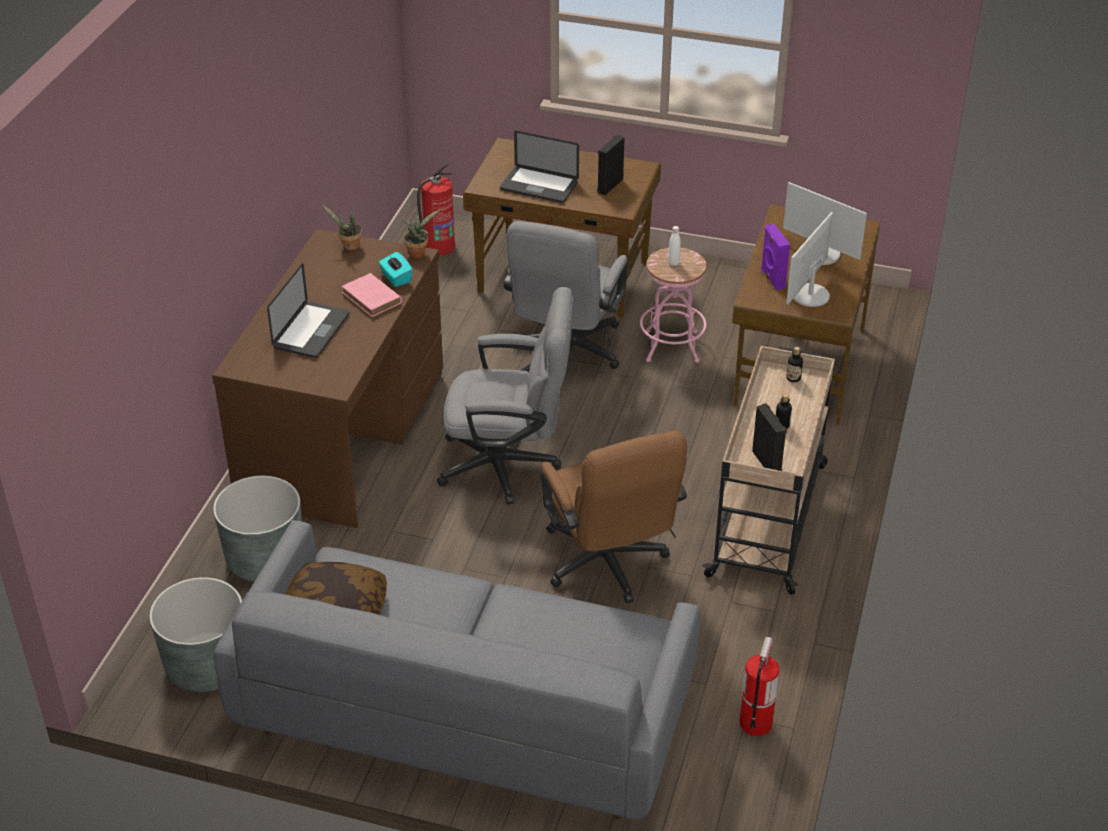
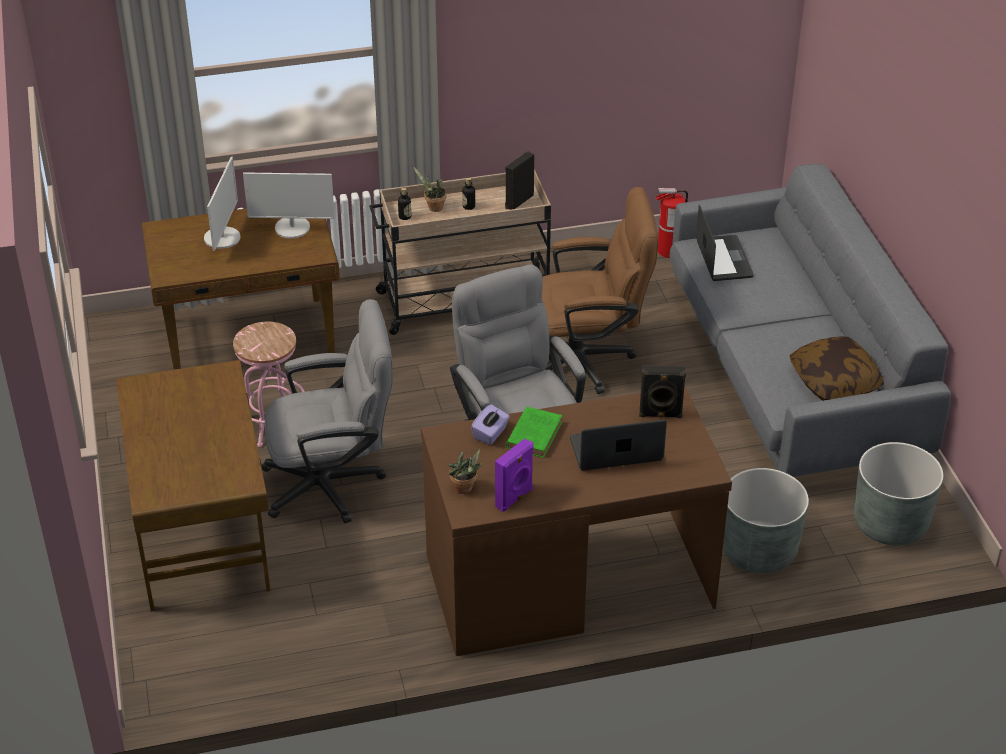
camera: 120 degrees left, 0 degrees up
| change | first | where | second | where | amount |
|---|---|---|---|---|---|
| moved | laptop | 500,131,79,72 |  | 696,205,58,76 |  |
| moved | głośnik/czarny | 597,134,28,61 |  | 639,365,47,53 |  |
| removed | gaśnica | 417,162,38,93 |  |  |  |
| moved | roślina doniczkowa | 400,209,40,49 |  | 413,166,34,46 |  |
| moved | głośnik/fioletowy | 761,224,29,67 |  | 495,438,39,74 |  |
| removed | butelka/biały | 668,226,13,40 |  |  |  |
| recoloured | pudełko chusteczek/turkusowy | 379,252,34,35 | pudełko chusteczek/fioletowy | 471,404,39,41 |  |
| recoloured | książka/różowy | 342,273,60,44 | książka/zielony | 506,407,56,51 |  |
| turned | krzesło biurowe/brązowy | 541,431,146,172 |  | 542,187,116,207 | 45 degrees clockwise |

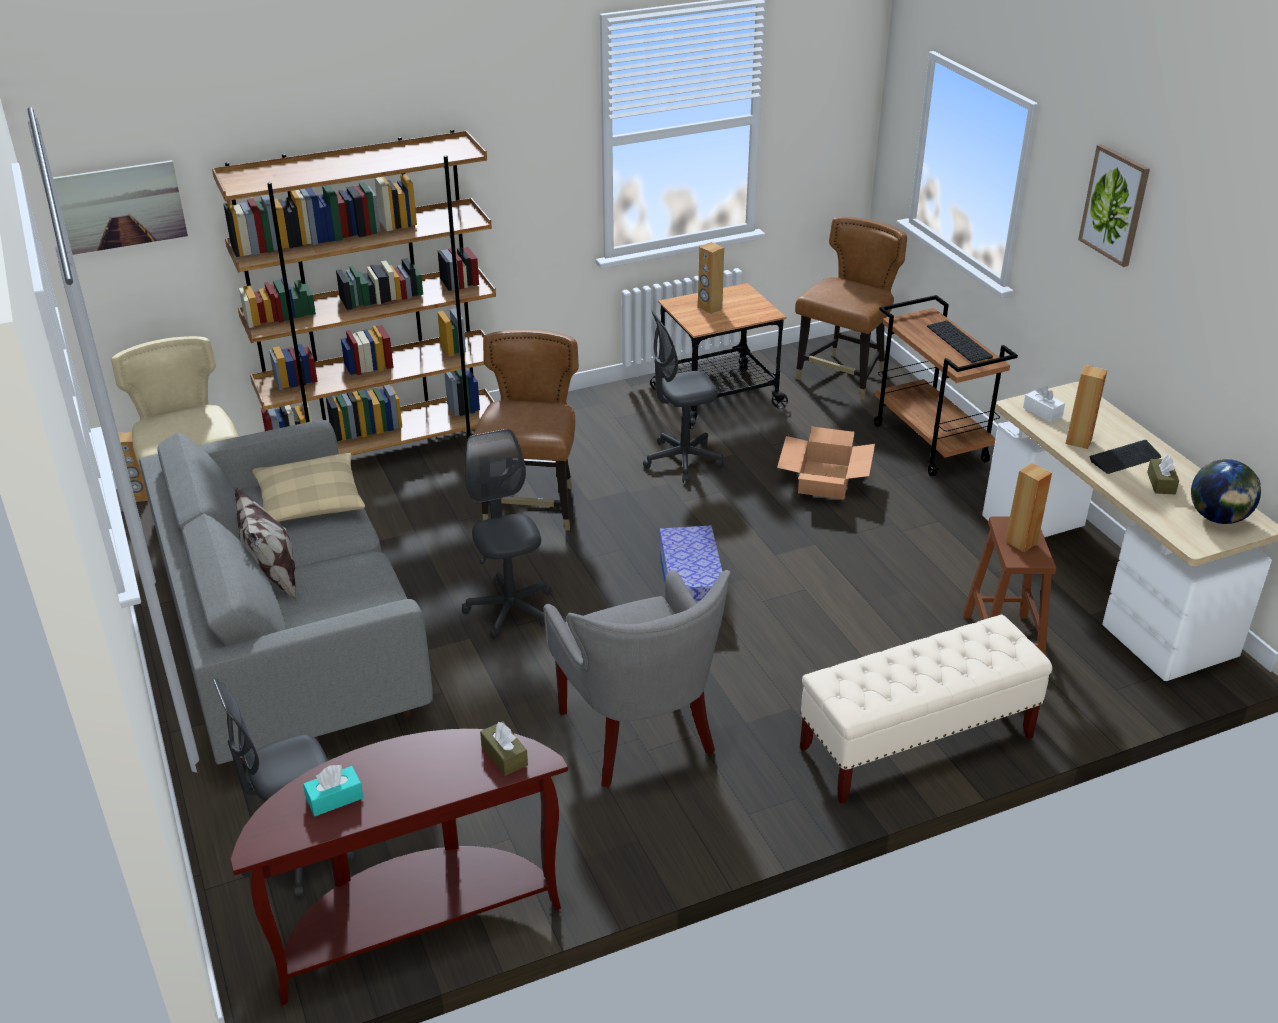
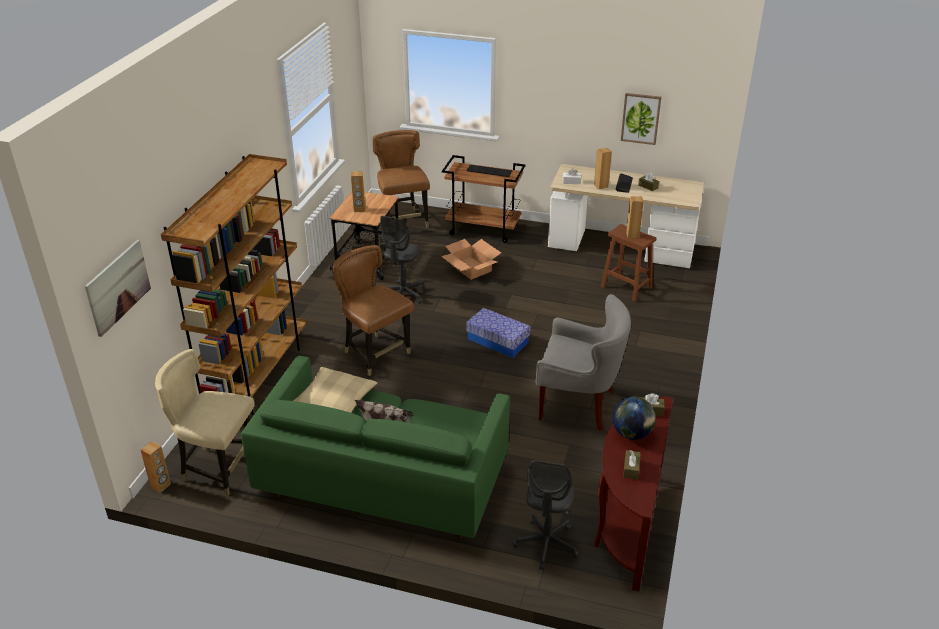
camera: 50 degrees left, 0 degrees up
| change | first | where | second | where | amount |
|---|---|---|---|---|---|
| moved | obraz | 1078,144,72,123 |  | 621,93,40,52 |  |
| recoloured | kanapa/szary | 139,420,294,344 | kanapa/zielony | 241,356,269,183 |  |
| removed | krzesło biurowe/szary | 462,429,90,210 |  |  |  |
| moved | globus | 1191,459,70,65 |  | 612,397,44,43 |  |
| removed | ławka/beżowy | 800,615,252,189 |  |  |  |
| recoloured | pudełko chusteczek/turkusowy | 303,765,60,51 | pudełko chusteczek/brązowy | 623,450,18,30 |  |

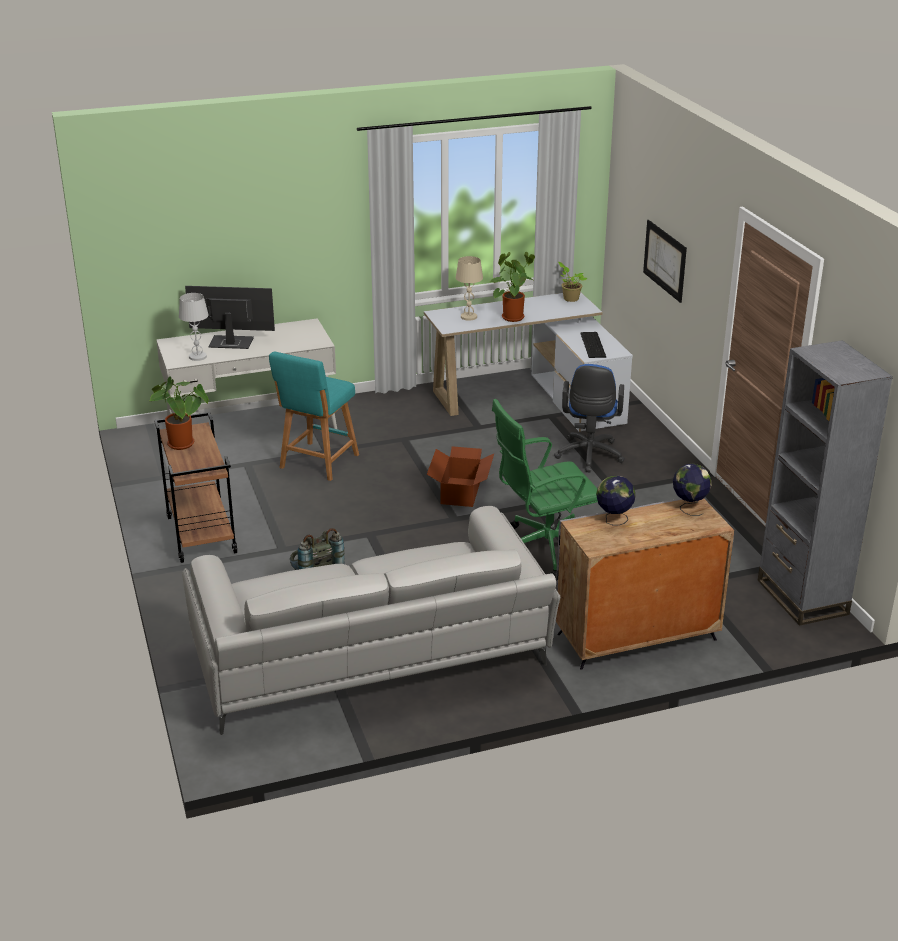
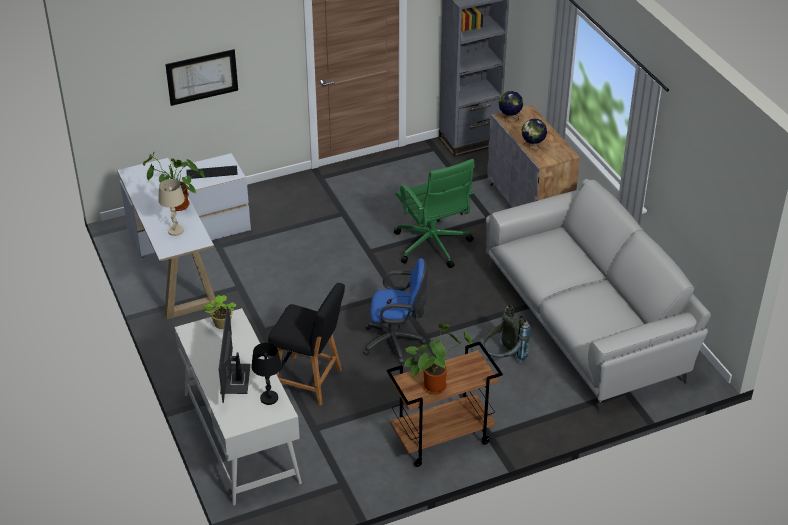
camera: 95 degrees left, 10 degrees up
| change | first | where | second | where | amount |
|---|---|---|---|---|---|
| moved | roślina doniczkowa | 558,262,30,40 |  | 202,295,34,34 |  |
| recoloured | lampa stołowa/biały | 179,293,30,68 | lampa stołowa/czarny | 251,343,31,62 |  |
| recoloured | stołek/turkusowy | 269,351,90,130 | stołek/czarny | 268,283,77,123 |  |
| moved | krzesło biurowe/niebieski | 554,364,71,108 |  | 363,258,65,106 |  |
| removed | karton | 427,446,67,61 |  |  |  |

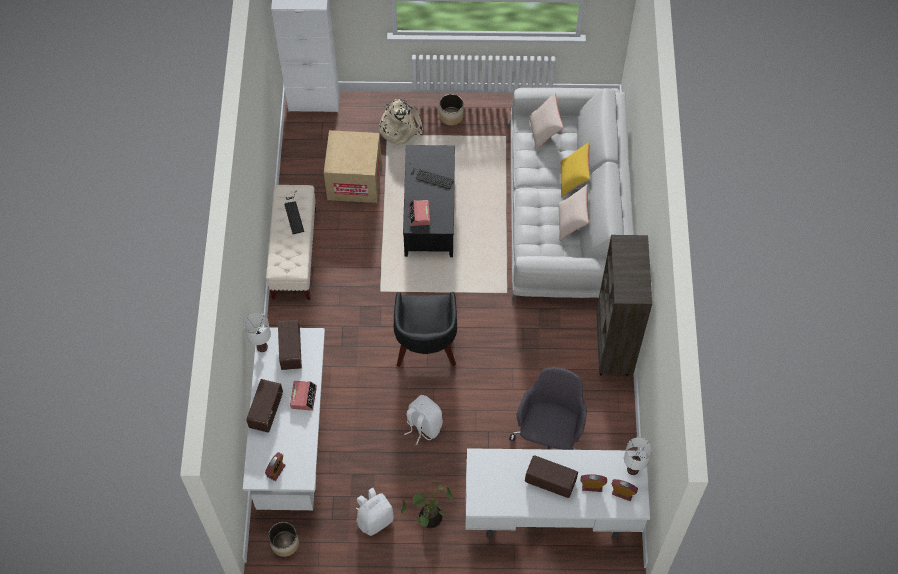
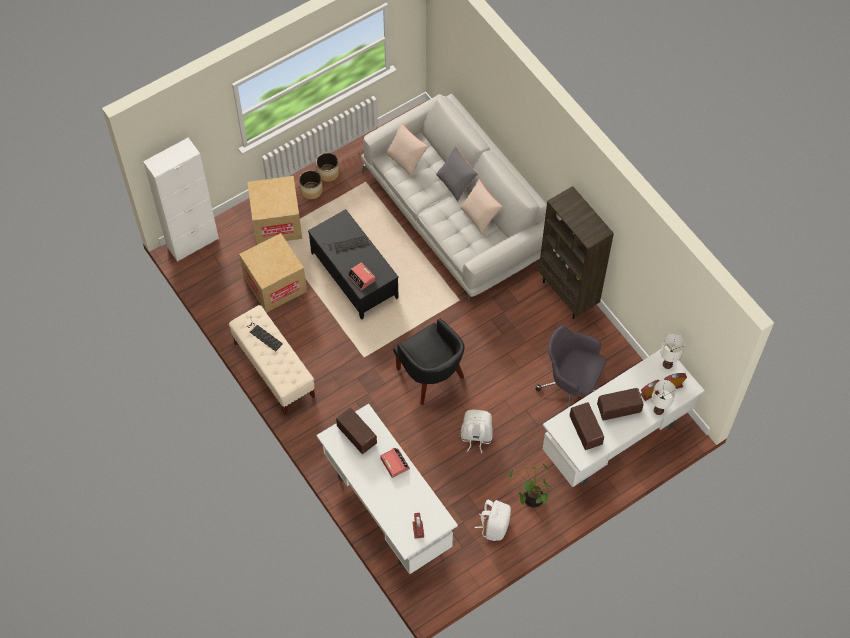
camera: 35 degrees left, 0 degrees up
| change | first | where | second | where | amount |
|---|---|---|---|---|---|
| replaced | plecak/beżowy | 376,99,47,46 | karton | 247,176,55,69 |  |
| recoloured | poduszka/żółty | 561,142,29,56 | poduszka/szary | 436,146,42,55 |  |
| moved | lampa stołowa/biały | 244,313,27,39 |  | 651,380,25,35 |  |
| turned | krzesło biurowe/szary | 509,367,78,83 |  | 535,325,71,83 | 45 degrees counterclockwise |
| moved | radio | 246,379,37,54 |  | 570,402,34,48 |  |
| moved | donica | 268,522,31,35 |  | 316,153,23,29 |  |

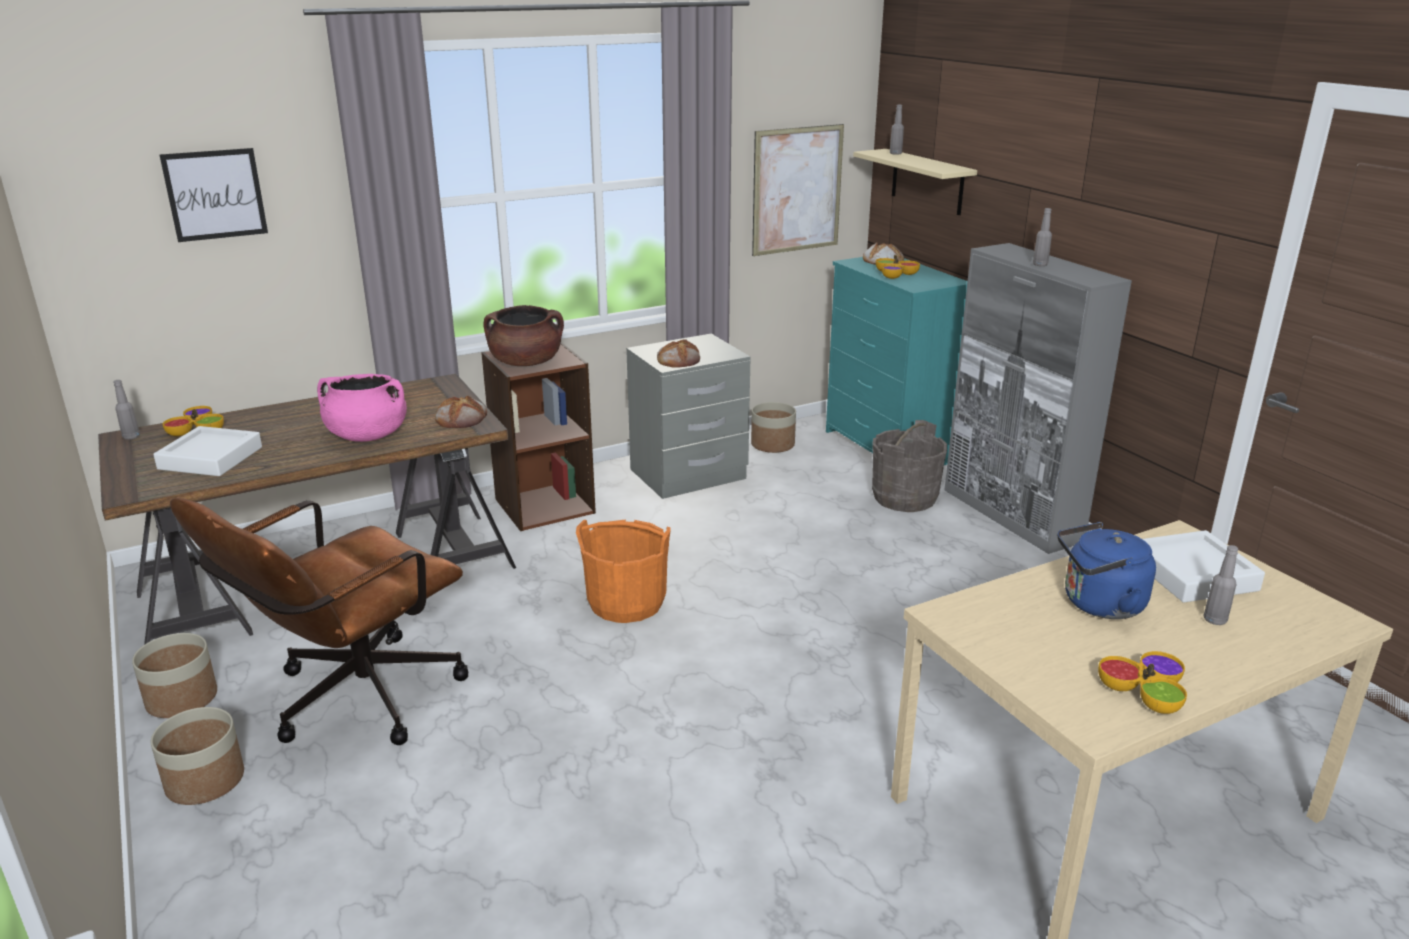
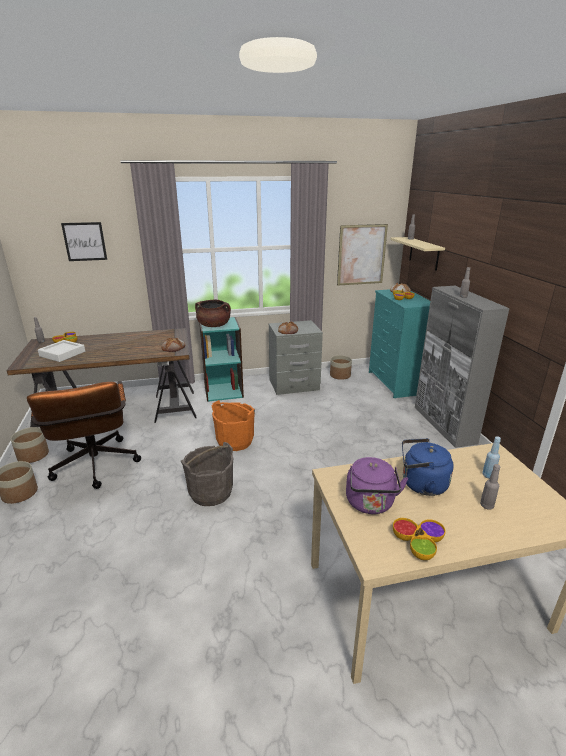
camera: 15 degrees right, 0 degrees up
| change | first | where | second | where | amount |
|---|---|---|---|---|---|
| recoloured | regał/brązowy | 481,342,115,189 | regał/turkusowy | 199,317,45,85 |  |
| removed | garnek/różowy | 317,374,90,68 |  |  |  |
| moved | wiadro/szary | 872,420,75,92 |  | 181,442,52,64 |  |
| turned | krzesło biurowe/brązowy | 170,498,298,247 |  | 27,381,114,108 | 75 degrees counterclockwise |
| replaced | taca/biały | 1143,530,122,73 | butelka/niebieski | 482,437,19,42 |  |
| added |  |  | czajnik/fioletowy | 346,457,62,57 |  |

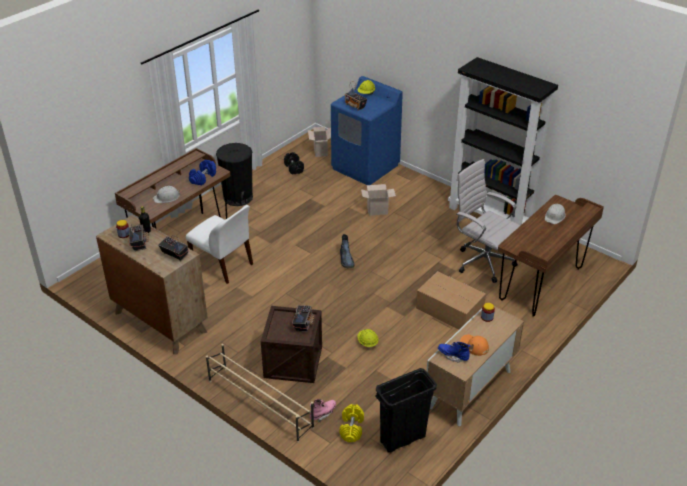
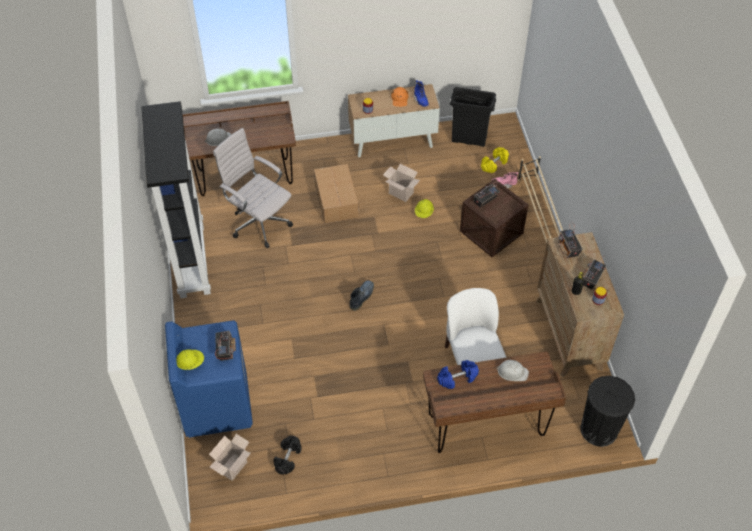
camera: 140 degrees left, 15 degrees up
| change | first | where | second | where | amount |
|---|---|---|---|---|---|
| moved | kosz na śmieci/czarny | 216,143,37,63 |  | 580,376,55,71 |  |
| turned | krzesło biurowe/biały | 456,159,65,124 |  | 213,128,80,120 | 135 degrees clockwise |
| moved | karton | 361,184,35,32 |  | 383,164,37,38 |  |

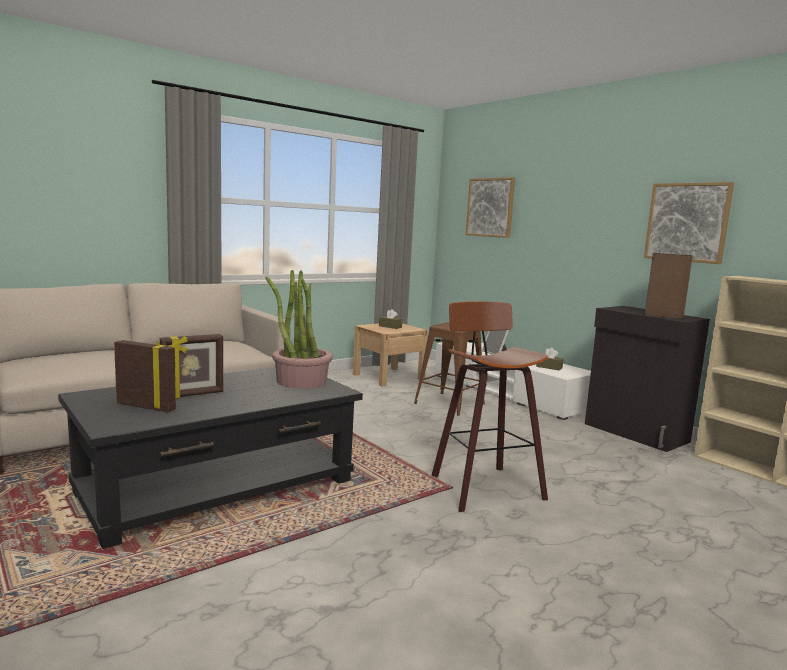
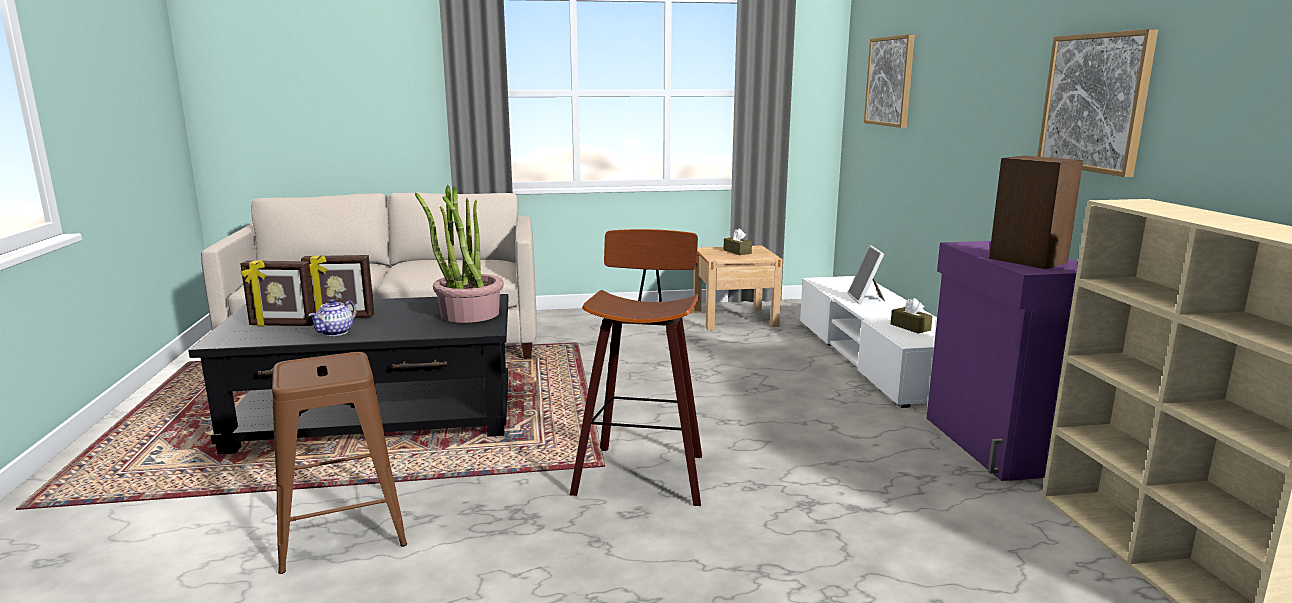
camera: 30 degrees right, 5 degrees up
| change | first | where | second | where | amount |
|---|---|---|---|---|---|
| recoloured | szafka/czarny | 585,306,125,146 | szafka/fioletowy | 926,241,152,240 |  |
| moved | stołek/brązowy | 414,322,71,94 |  | 272,352,135,222 |  |
| turned | ramka na zdjęcie | 114,340,62,72 |  | 240,260,75,66 | 135 degrees clockwise |
| added |  |  | imbryk | 308,299,48,37 |  |

